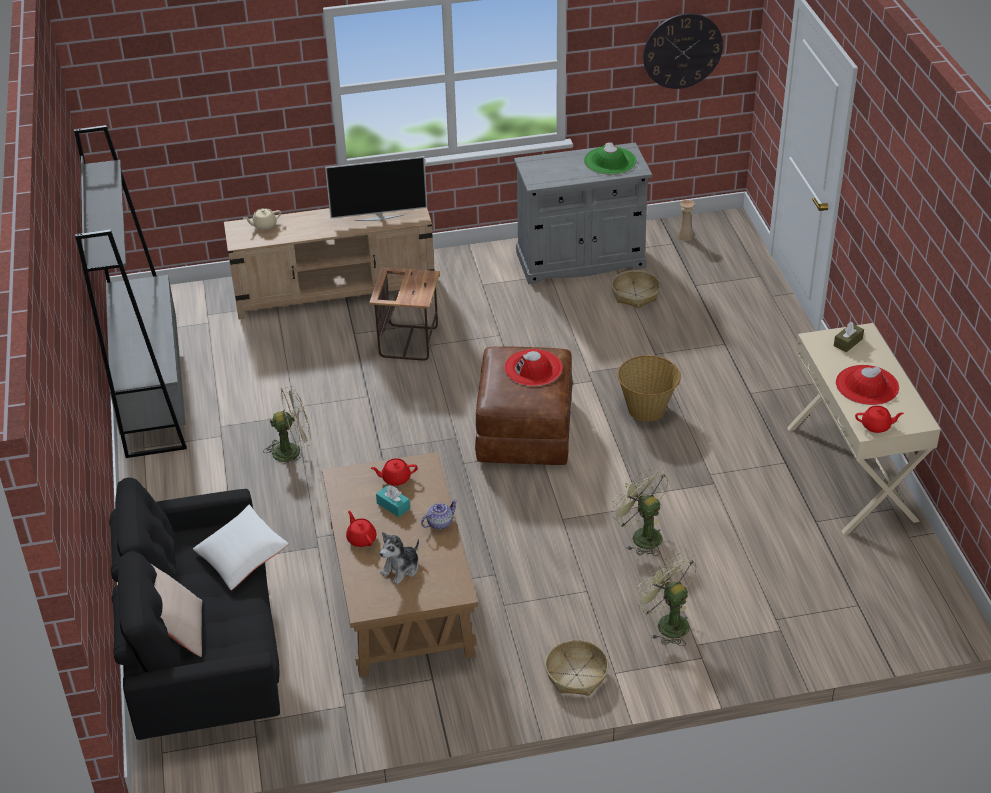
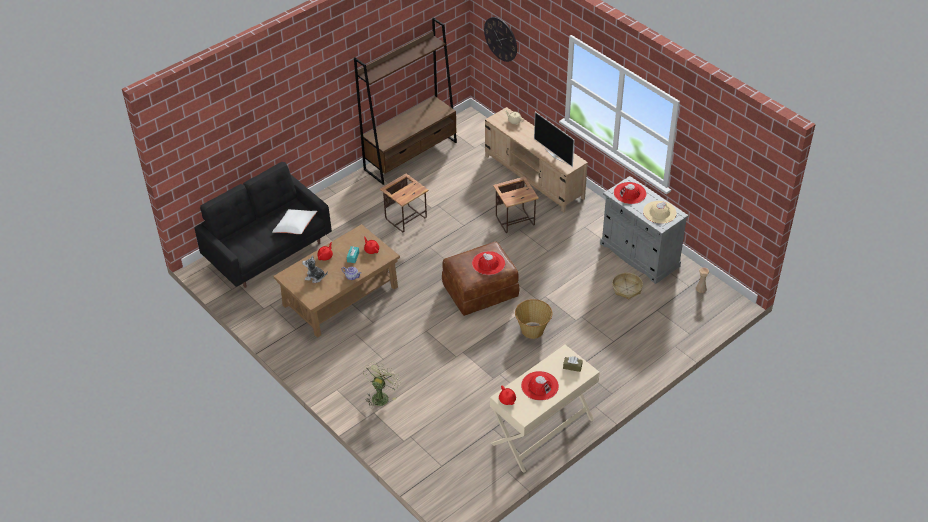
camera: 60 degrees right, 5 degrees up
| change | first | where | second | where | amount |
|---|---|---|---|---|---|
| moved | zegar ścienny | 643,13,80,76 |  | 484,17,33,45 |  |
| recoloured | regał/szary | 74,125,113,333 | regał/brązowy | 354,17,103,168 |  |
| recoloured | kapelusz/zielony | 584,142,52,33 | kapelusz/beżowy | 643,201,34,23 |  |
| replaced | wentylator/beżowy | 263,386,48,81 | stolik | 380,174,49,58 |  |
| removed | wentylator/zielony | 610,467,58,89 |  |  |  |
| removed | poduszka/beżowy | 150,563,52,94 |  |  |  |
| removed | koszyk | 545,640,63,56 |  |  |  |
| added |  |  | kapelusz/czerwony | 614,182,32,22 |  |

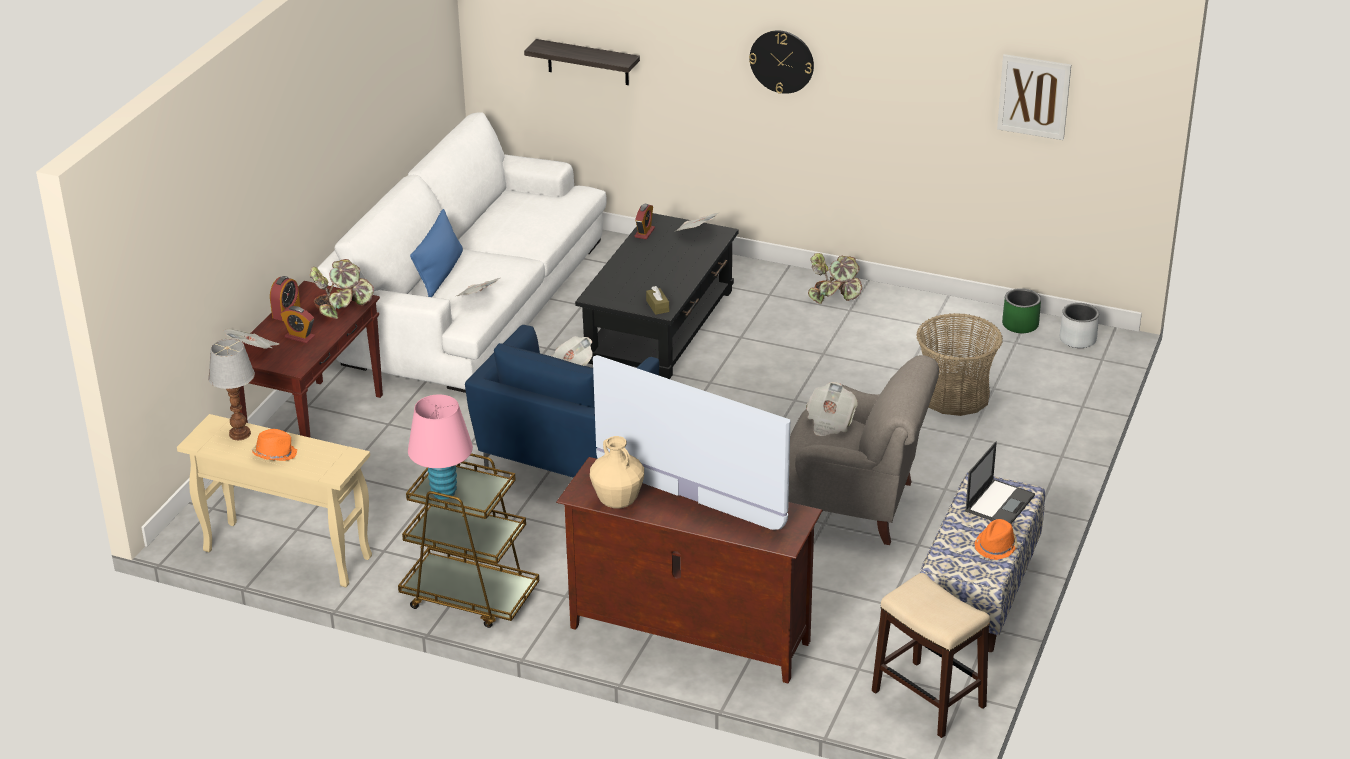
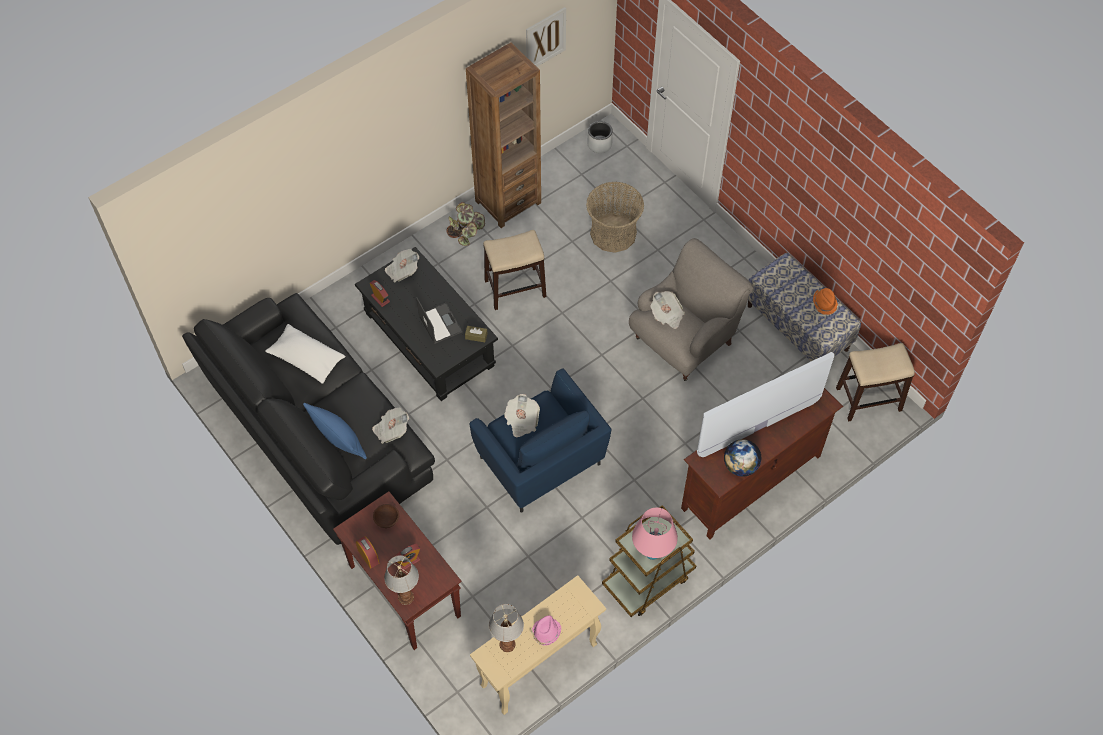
camera: 60 degrees left, 25 degrees up
| change | first | where | second | where | amount |
|---|---|---|---|---|---|
| removed | zegar ścienny | 749,30,65,64 |  |  |  |
| removed | półka | 524,39,116,46 |  |  |  |
| recoloured | kanapa/biały | 317,112,290,281 | kanapa/czarny | 182,293,253,252 |  |
| replaced | roślina doniczkowa | 310,259,64,60 | miska/brązowy | 373,504,26,24 |  |
| removed | donica/zielony | 1002,288,39,45 |  |  |  |
| replaced | gazeta | 223,329,56,20 | lampa stołowa | 384,555,35,50 |  |
| recoloured | kapelusz/pomarańczowy | 252,429,45,32 | kapelusz/różowy | 531,615,31,31 |  |
| replaced | wazon/beżowy | 590,436,54,72 | globus | 724,439,38,38 |  |
| moved | laptop | 965,441,70,83 |  | 416,298,46,46 |  |
| added |  |  | regał/brązowy | 466,43,75,185 |  |
| added |  |  | stołek | 483,230,63,80 |  |
| added |  |  | poduszka/biały | 265,324,81,60 |  |

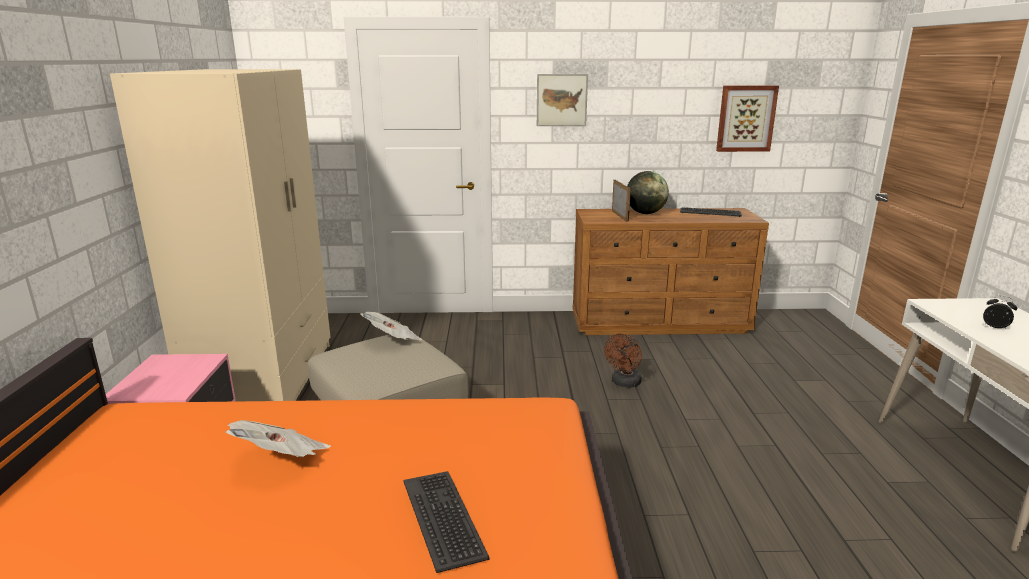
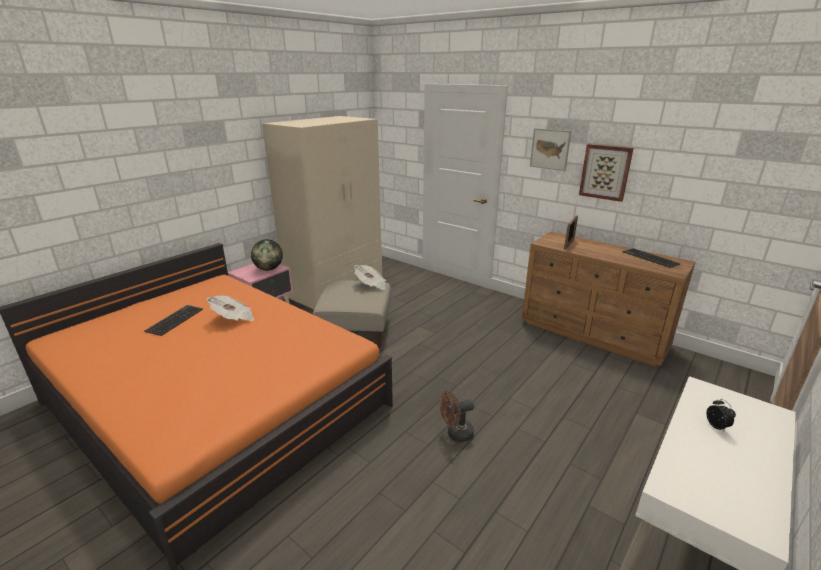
camera: 40 degrees right, 5 degrees up
| change | first | where | second | where | amount |
|---|---|---|---|---|---|
| moved | obraz | 716,86,63,66 |  | 579,144,55,58 |  |
| moved | globus | 627,171,42,43 |  | 251,239,32,32 |  |
| moved | wentylator/brązowy | 604,333,38,55 |  | 440,391,34,51 |  |
| moved | klawiatura | 403,471,86,102 |  | 144,305,59,31 |  |

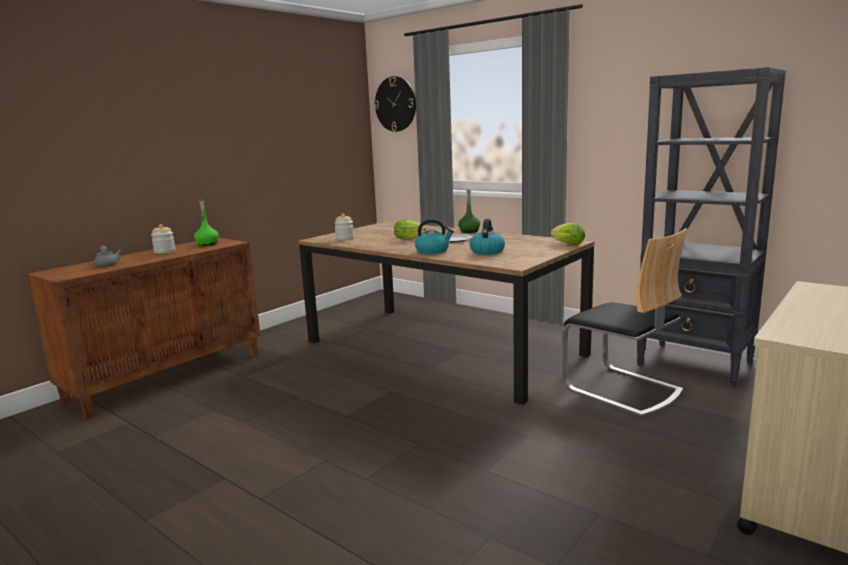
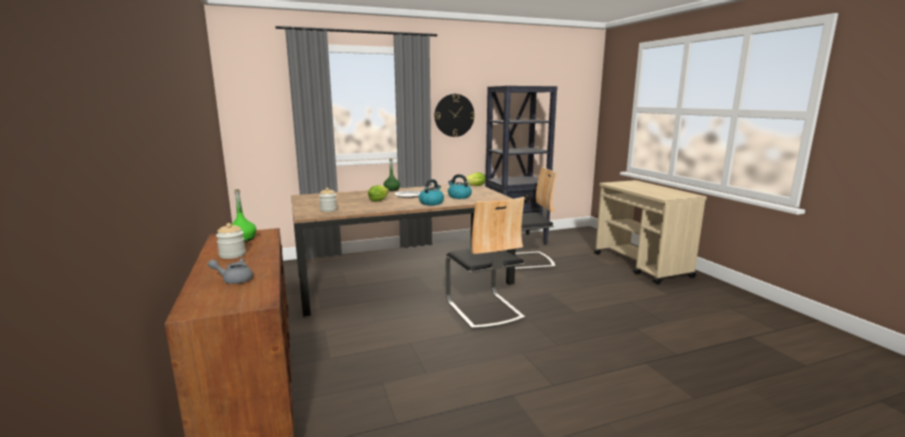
camera: 60 degrees left, 0 degrees up
| change | first | where | second | where | amount |
|---|---|---|---|---|---|
| moved | zegar ścienny | 374,76,42,56 |  | 435,94,40,43 |  |
| added |  |  | krzesło | 445,197,80,132 |  |

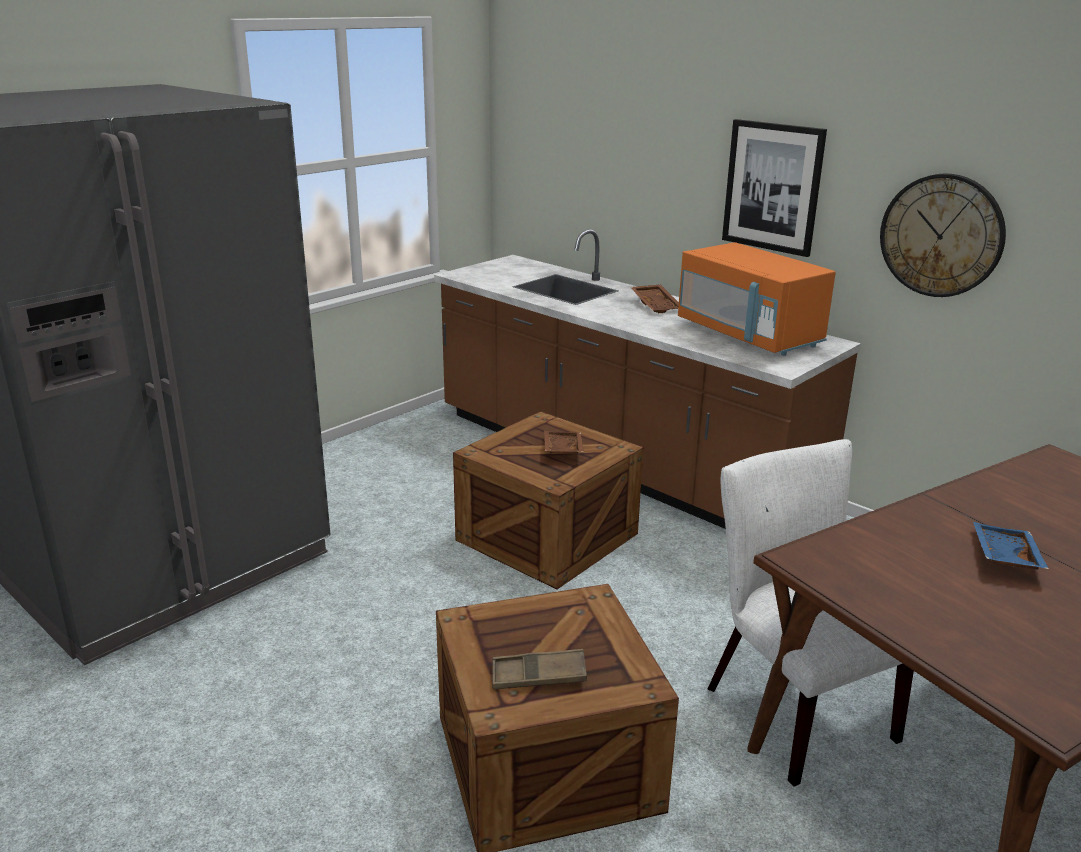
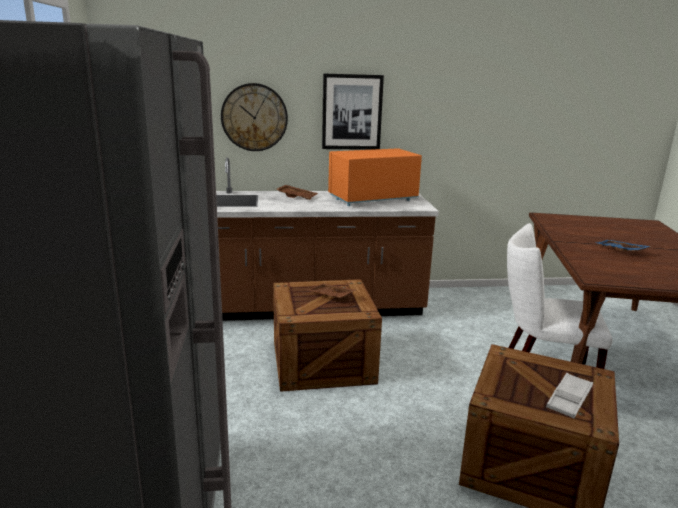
camera: 50 degrees left, 5 degrees down
| change | first | where | second | where | amount |
|---|---|---|---|---|---|
| moved | zegar ścienny | 880,173,126,124 |  | 221,83,67,68 |  |
| turned | mikrofalówka/pomarańczowy | 678,242,158,114 |  | 328,148,94,58 | 150 degrees clockwise |
| recoloured | taca/brązowy | 492,649,95,40 | taca/biały | 546,373,47,45 |  |

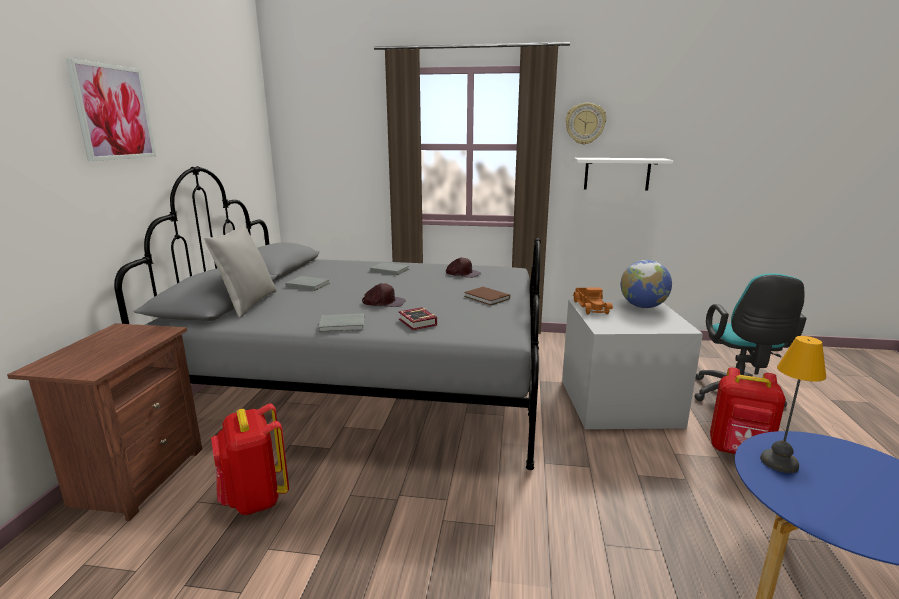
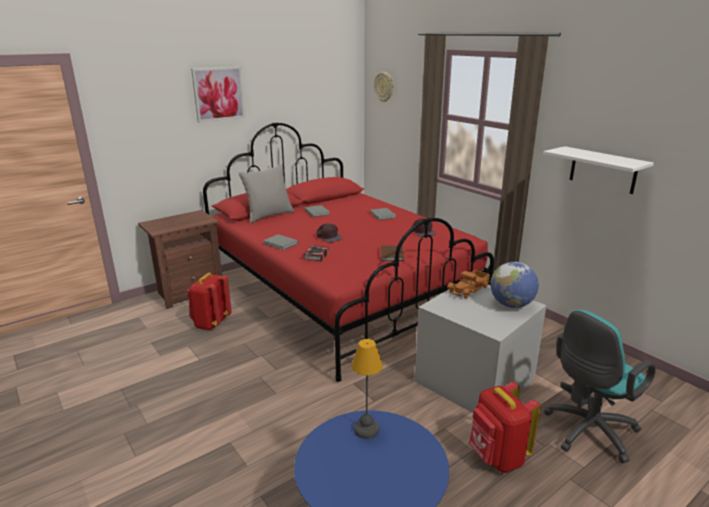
camera: 45 degrees right, 5 degrees up
| change | first | where | second | where | amount |
|---|---|---|---|---|---|
| moved | zegar ścienny | 565,103,41,42 |  | 374,72,19,30 |  |
| recoloured | łóżko/szary | 114,166,427,304 | łóżko/czerwony | 203,122,291,260 |  |

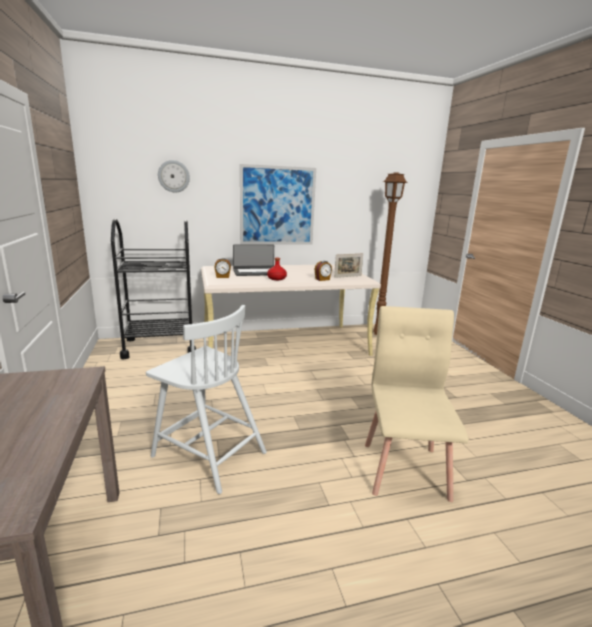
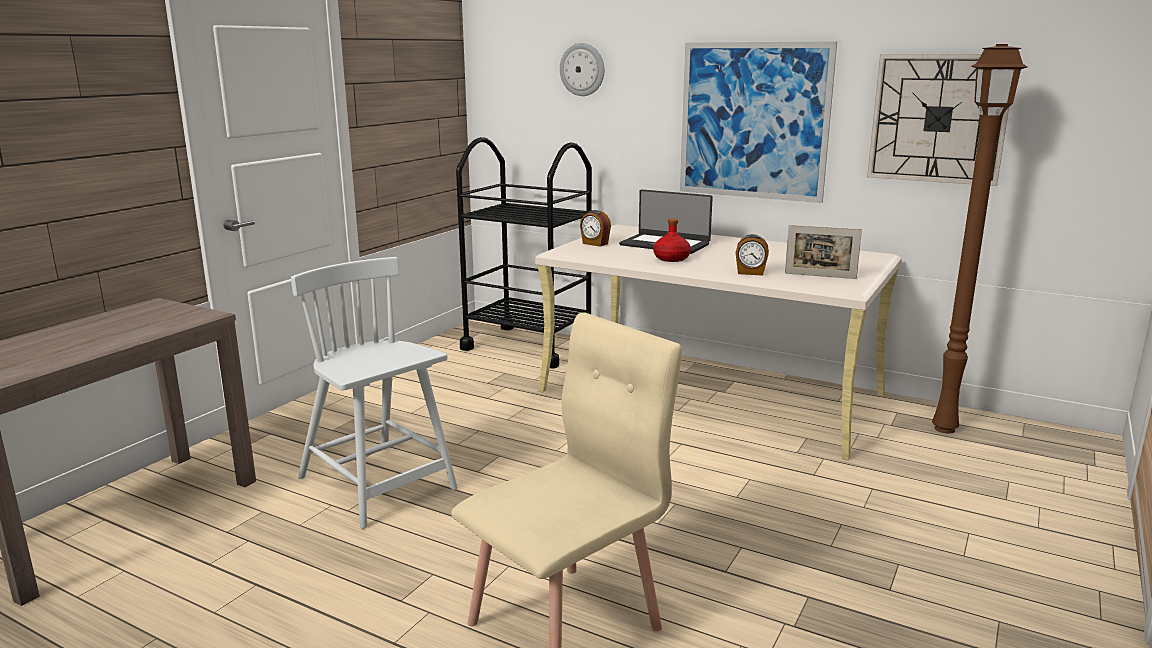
camera: 45 degrees right, 0 degrees up
| change | first | where | second | where | amount |
|---|---|---|---|---|---|
| turned | krzesło/biały | 146,305,121,189 |  | 291,257,167,272 | 150 degrees clockwise |
| added |  |  | zegar ścienny | 867,54,142,132 |  |

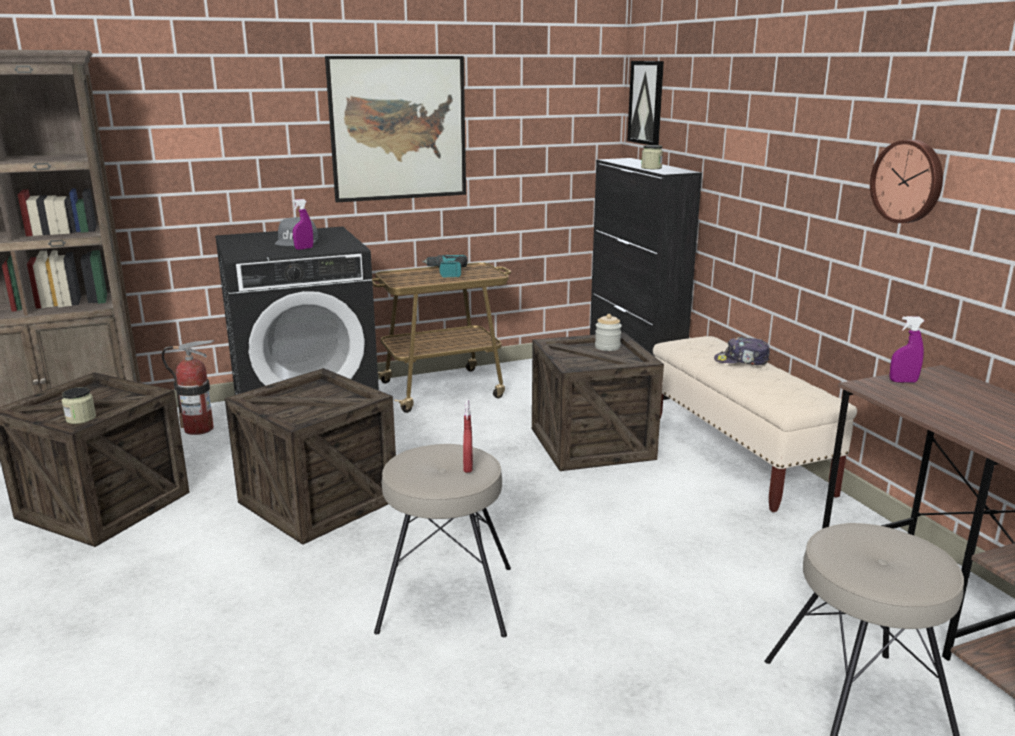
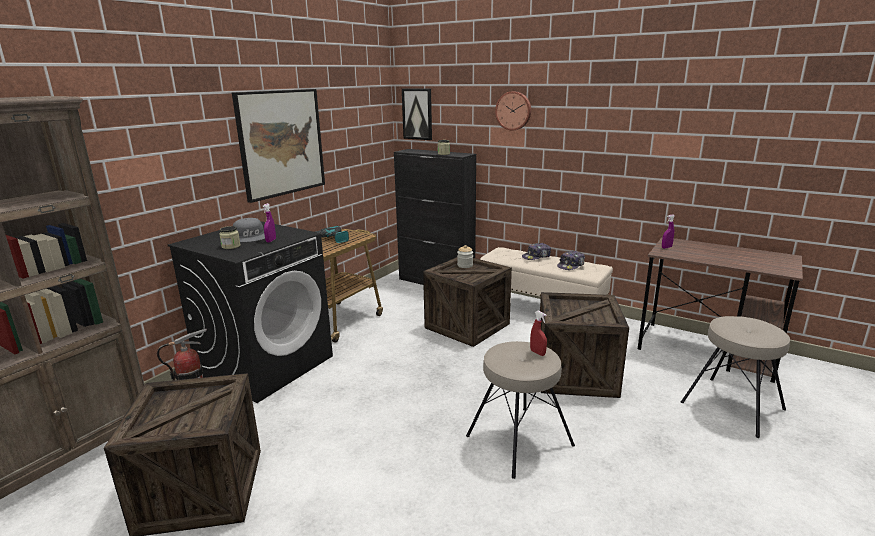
camera: 35 degrees left, 0 degrees up
| change | first | where | second | where | amount |
|---|---|---|---|---|---|
| moved | zegar ścienny | 870,140,73,83 |  | 495,91,36,39 |  |
| moved | skrzynka | 225,368,171,177 |  | 540,292,89,106 |  |
| moved | słoik | 62,387,34,37 |  | 219,226,22,23 |  |
| added |  |  | czapka z daszkiem | 557,250,28,20 |  |

